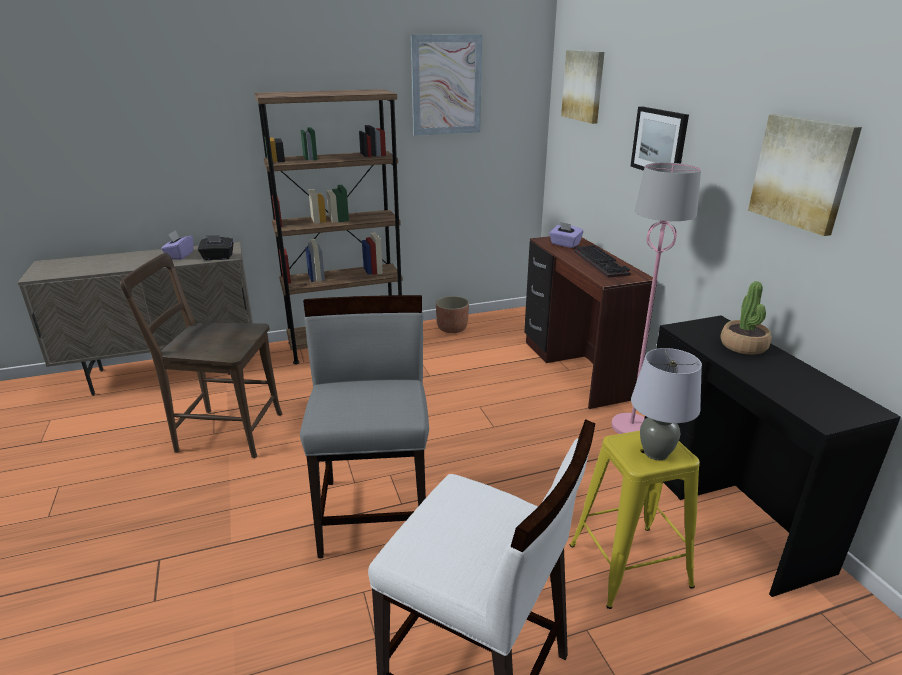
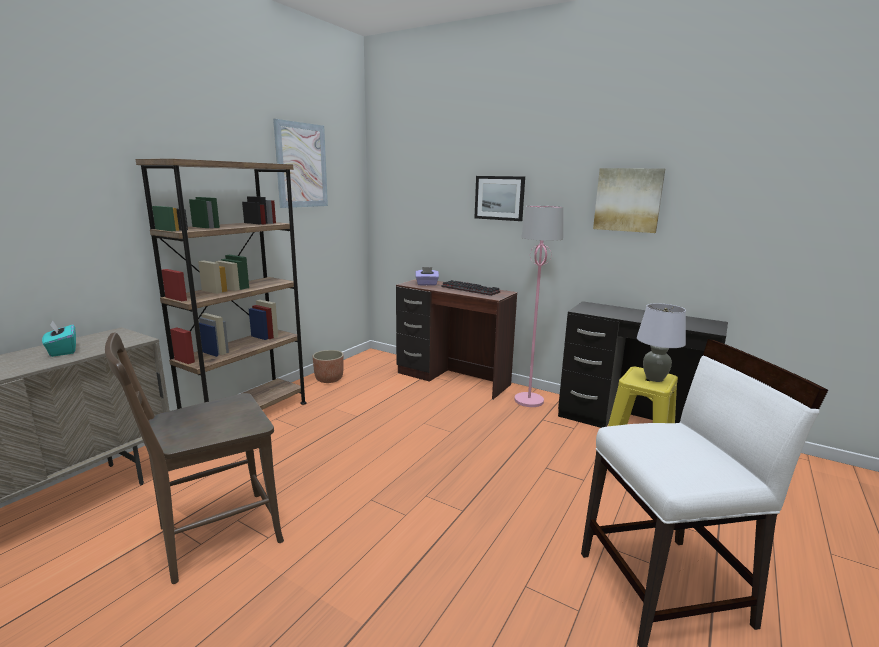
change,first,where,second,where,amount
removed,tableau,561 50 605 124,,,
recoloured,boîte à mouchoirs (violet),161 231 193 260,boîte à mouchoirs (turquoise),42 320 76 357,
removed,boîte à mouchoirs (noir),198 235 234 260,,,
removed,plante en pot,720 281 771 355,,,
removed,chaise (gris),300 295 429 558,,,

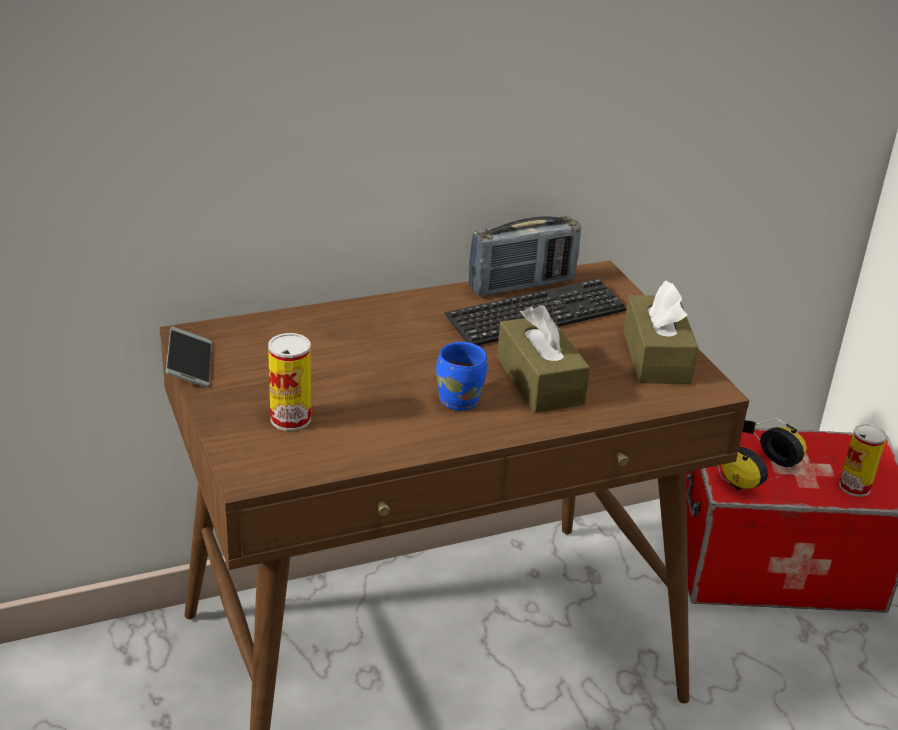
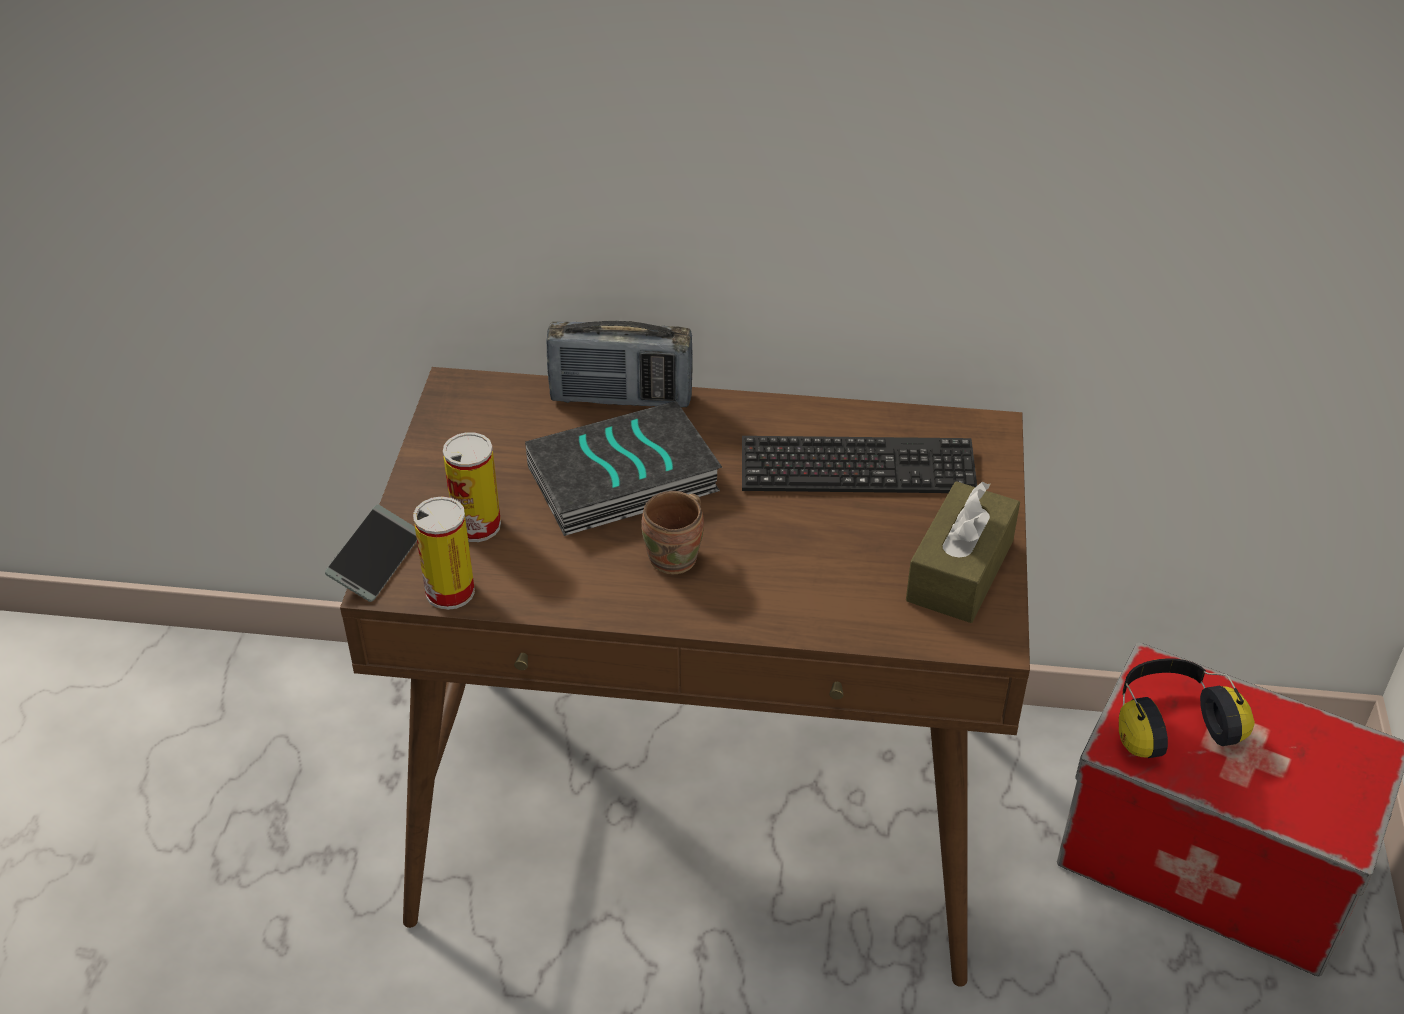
change,first,where,second,where,amount
moved,radio,469 216 581 296,,546 321 693 408,
removed,boîte à mouchoirs (marron),497 305 590 413,,,
moved,téléphone,166 327 211 387,,325 504 417 602,
recoloured,mug (bleu),436 342 487 411,mug (marron),641 491 704 574,
moved,boîte métallique,839 423 887 497,,413 496 475 610,
added,,,livre,525 401 722 536,

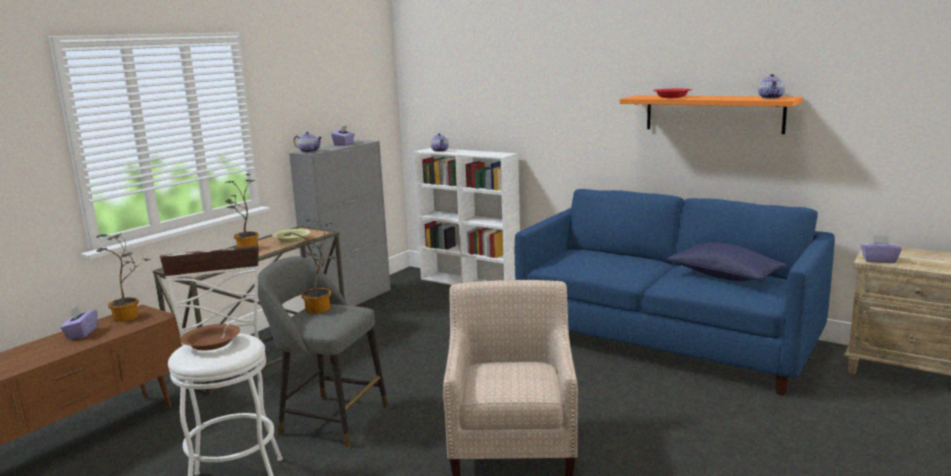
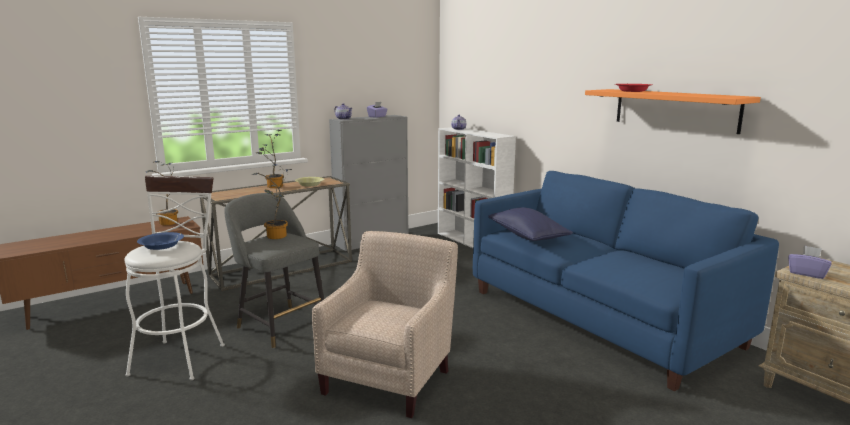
change,first,where,second,where,amount
removed,théière,758 74 785 99,,,
moved,coussin (bleu),667 243 787 281,,488 207 573 241,
removed,boîte à mouchoirs (violet),60 306 97 339,,,
recoloured,bol (marron),181 324 240 351,bol (bleu),137 232 184 250,

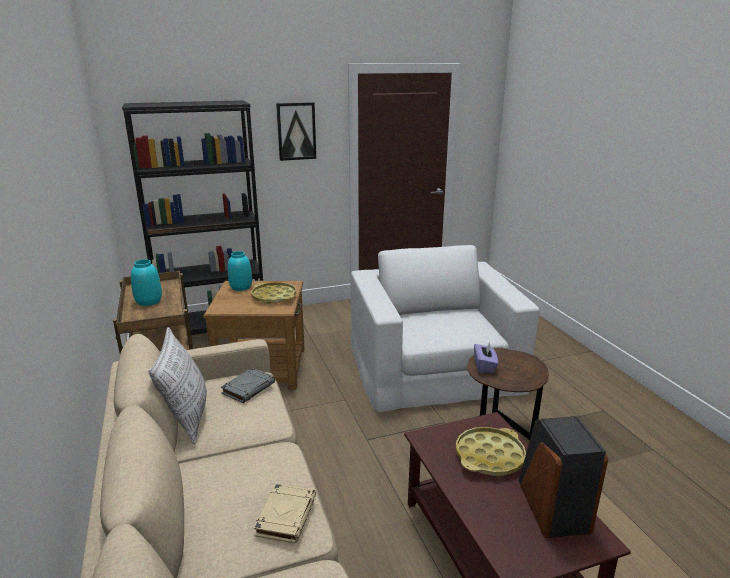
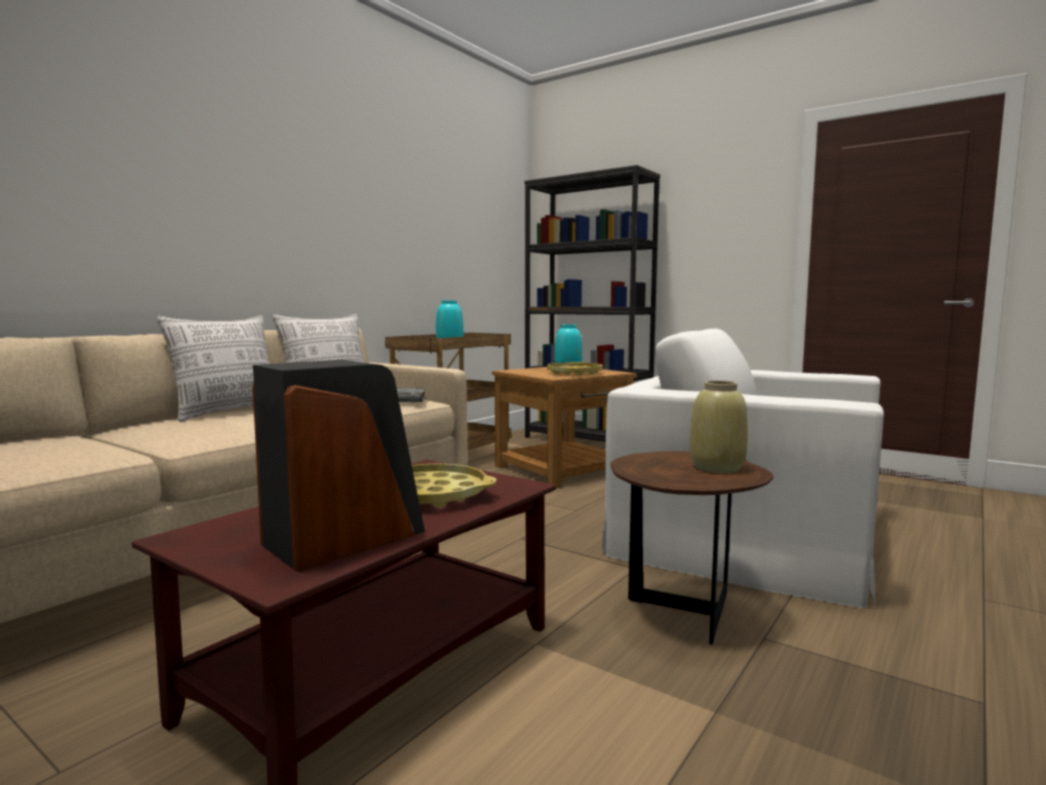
change,first,where,second,where,amount
removed,tableau,276 102 316 161,,,
turned,fauteuil (blanc),351 245 539 412,,602 328 884 609,105 degrees counterclockwise
removed,boîte à mouchoirs (violet),474 342 498 373,,,
removed,livre (beige),254 484 316 543,,,
added,,,coussin,157 315 270 422,
added,,,vase (beige),690 381 748 473,

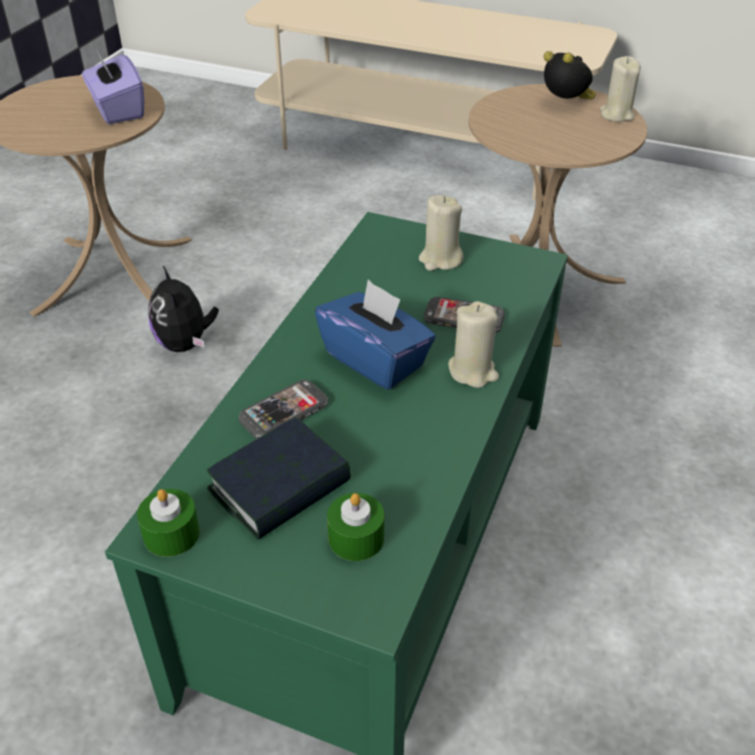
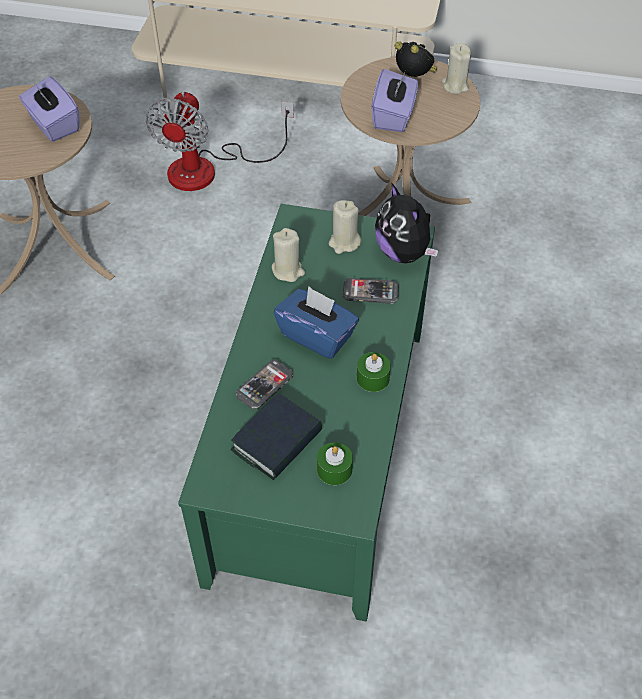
change,first,where,second,where,amount
moved,peluche,148 266 219 352,,375 182 438 263,
moved,bougie (beige),448 301 499 388,,272 228 305 282,
moved,bougie (vert),137 489 200 557,,357 352 391 392,
added,,,boîte à mouchoirs (violet),371 69 418 132,
added,,,ventilateur,146 91 294 191,

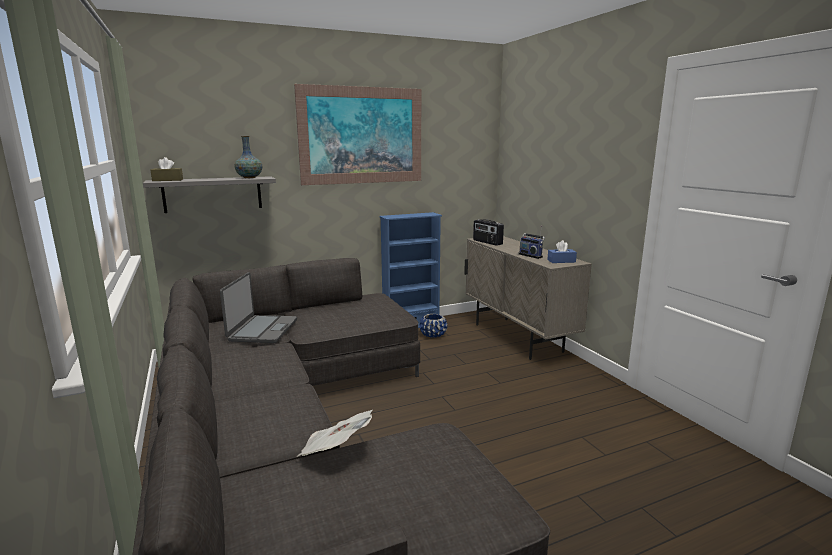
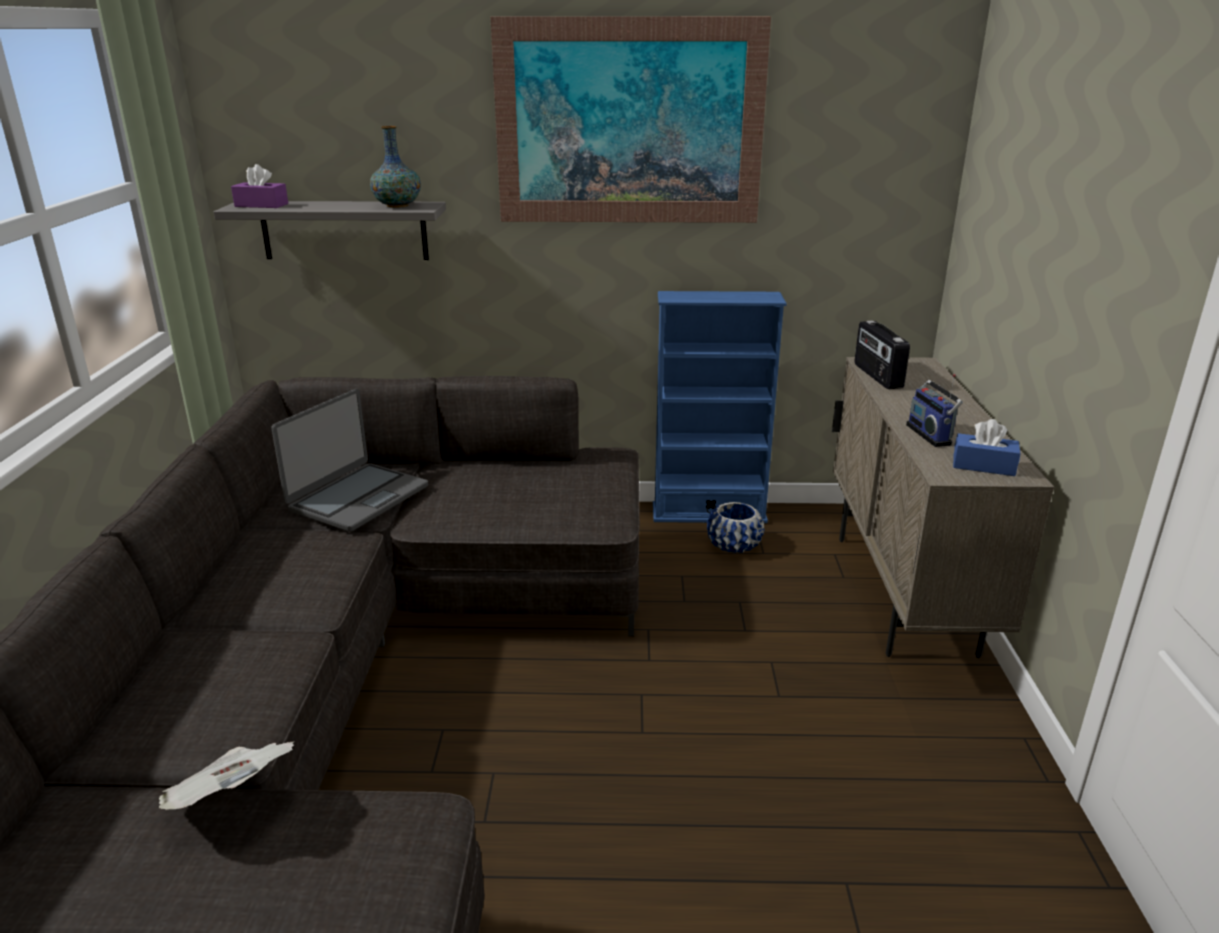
change,first,where,second,where,amount
recoloured,boîte à mouchoirs (marron),151 157 183 181,boîte à mouchoirs (violet),231 164 288 208,

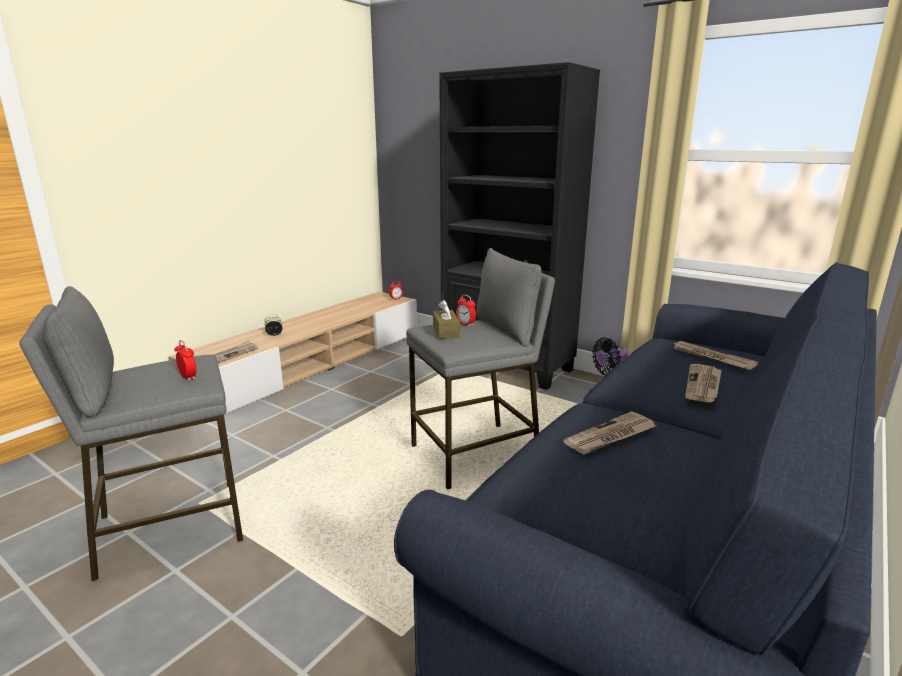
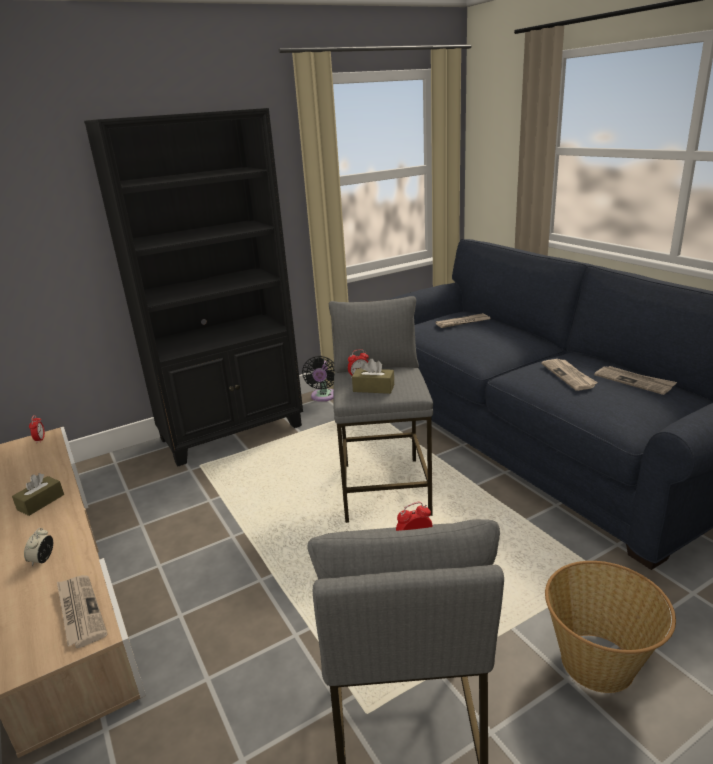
change,first,where,second,where,amount
moved,journal,685 364 722 403,,594 366 677 395,
added,,,boîte à mouchoirs (marron),12 473 64 516,
added,,,panier,545 561 676 693,

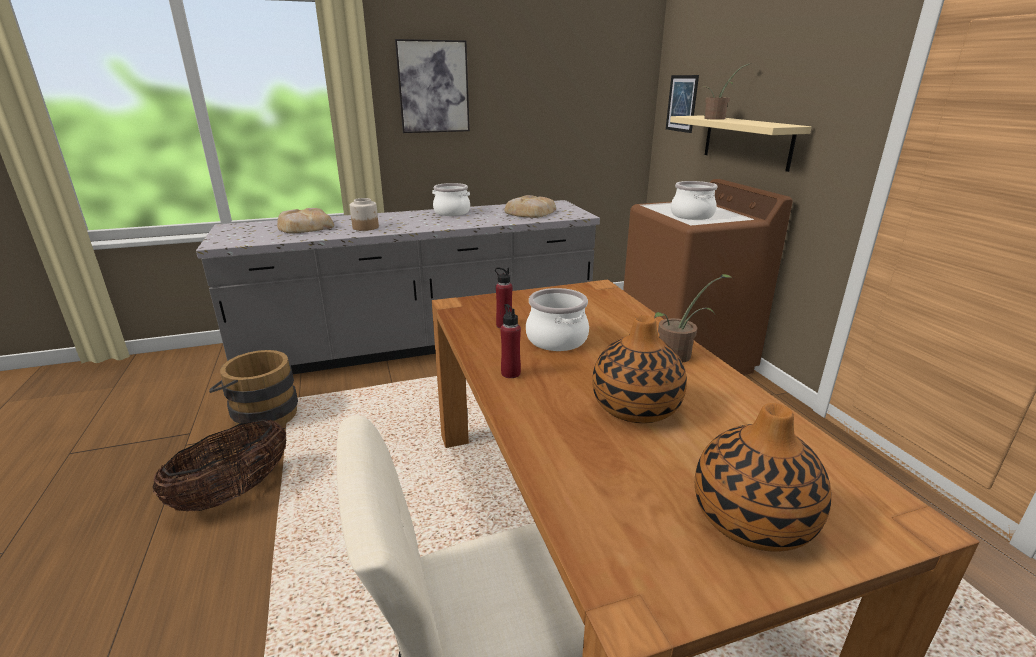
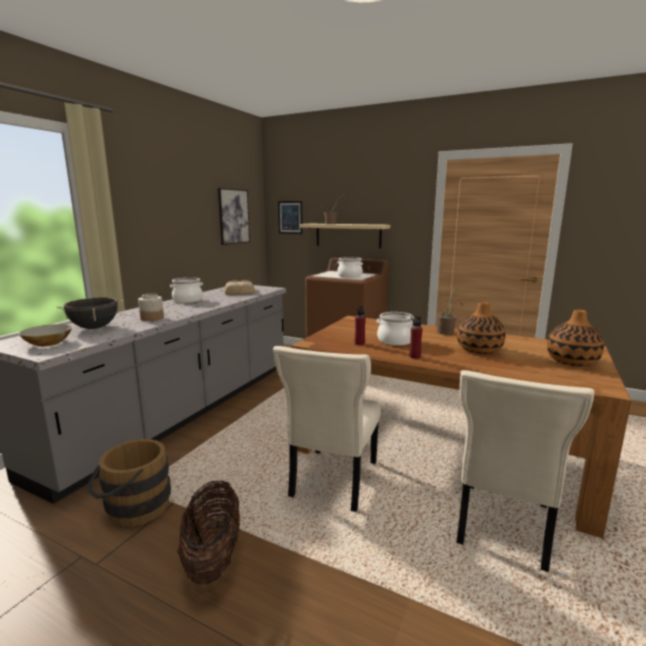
change,first,where,second,where,amount
moved,tableau,395 39 470 133,,218 188 250 245,
replaced,pain,277 208 334 233,marmite (noir),57 298 124 329,
added,,,bol,19 324 72 347,
added,,,chaise (beige),273 346 381 512,

